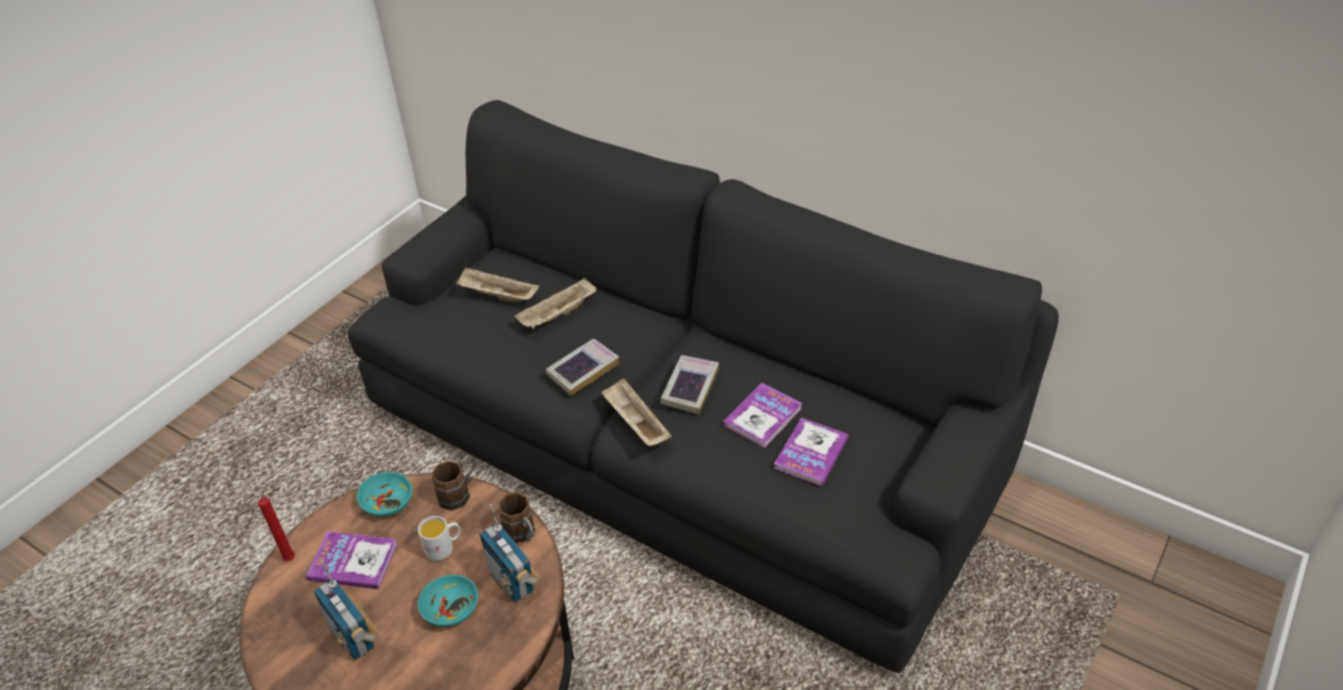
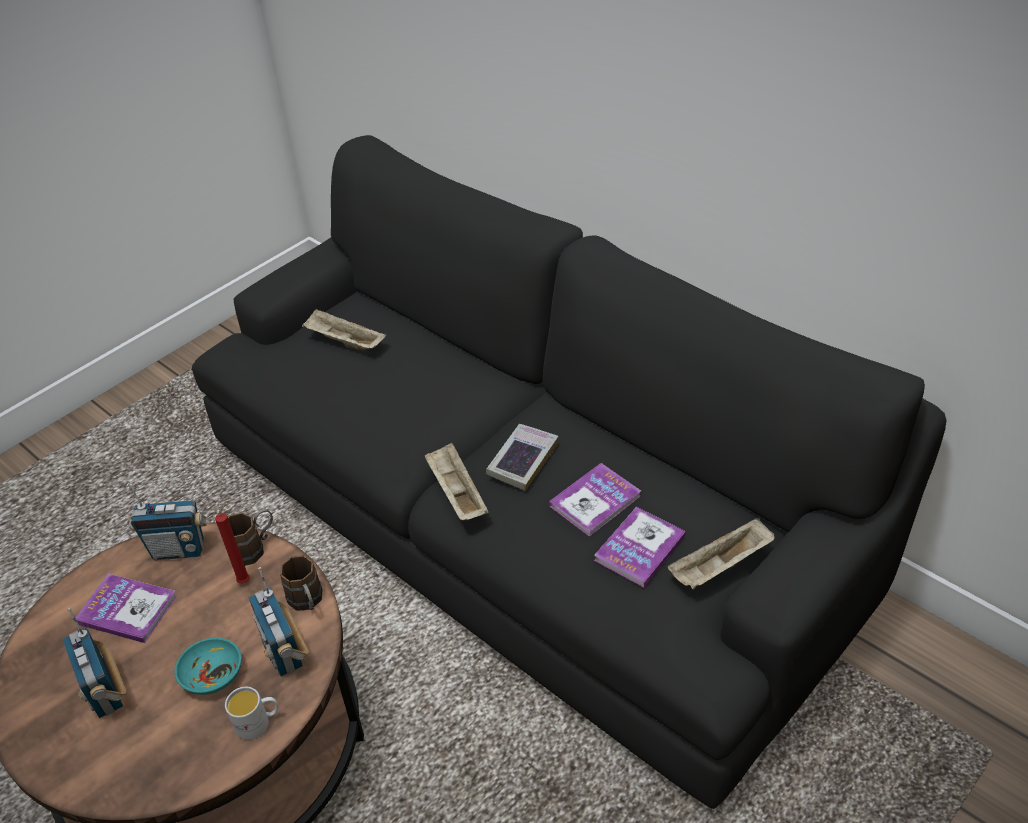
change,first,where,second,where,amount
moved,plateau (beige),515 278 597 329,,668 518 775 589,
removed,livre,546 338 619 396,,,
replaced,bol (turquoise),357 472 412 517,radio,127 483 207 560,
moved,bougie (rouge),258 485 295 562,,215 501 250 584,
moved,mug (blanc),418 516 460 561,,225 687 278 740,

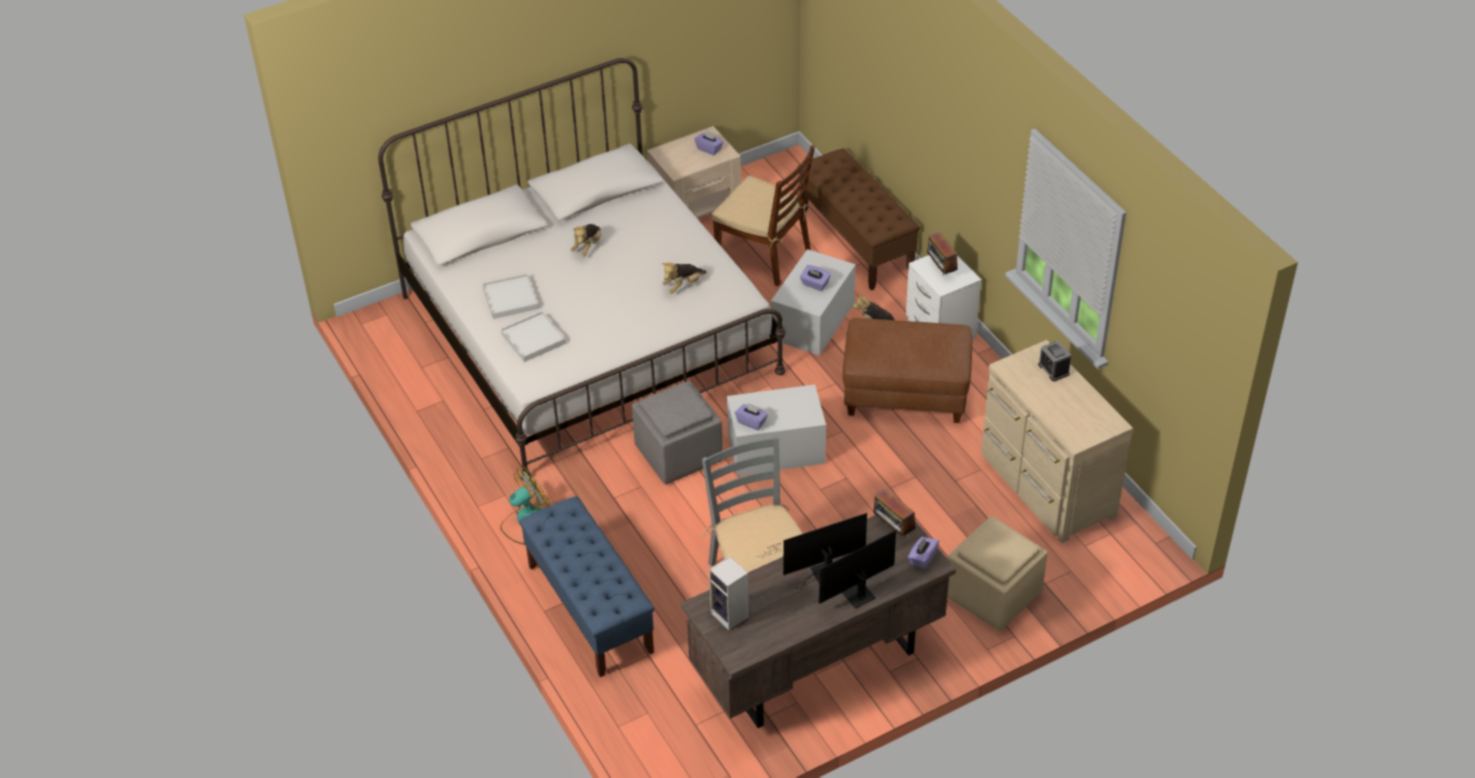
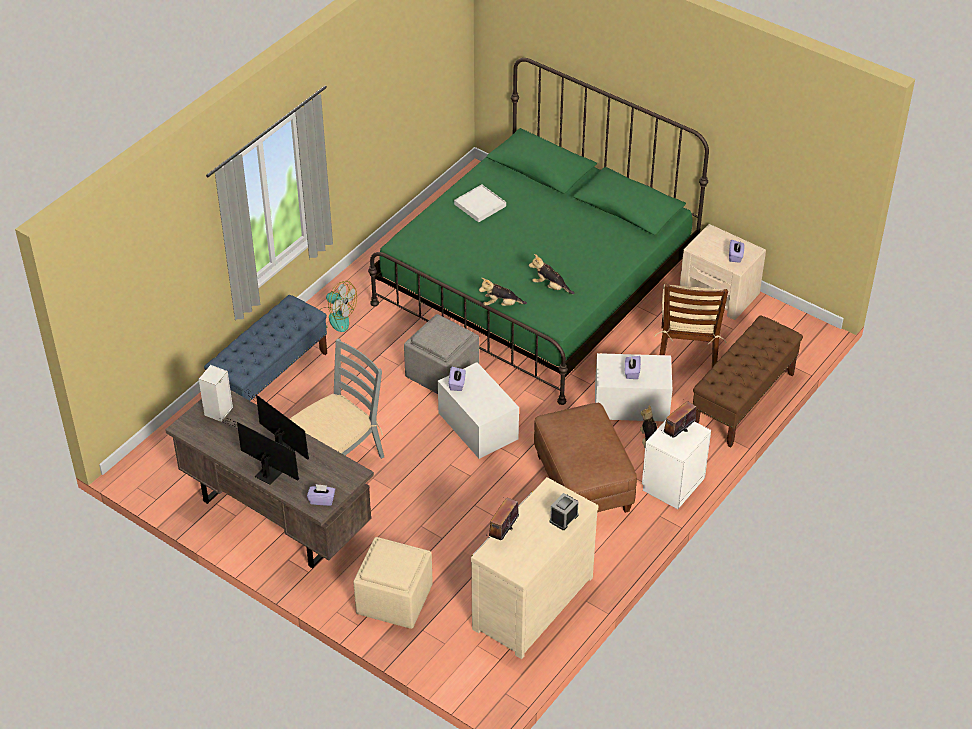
change,first,where,second,where,amount
recoloured,lit (blanc),378 58 786 481,lit (vert),368 58 709 405,
moved,peluche,571 224 601 257,,479 278 527 306,
removed,plateau (blanc),501 311 566 362,,,
moved,radio,873 488 916 539,,489 497 519 540,

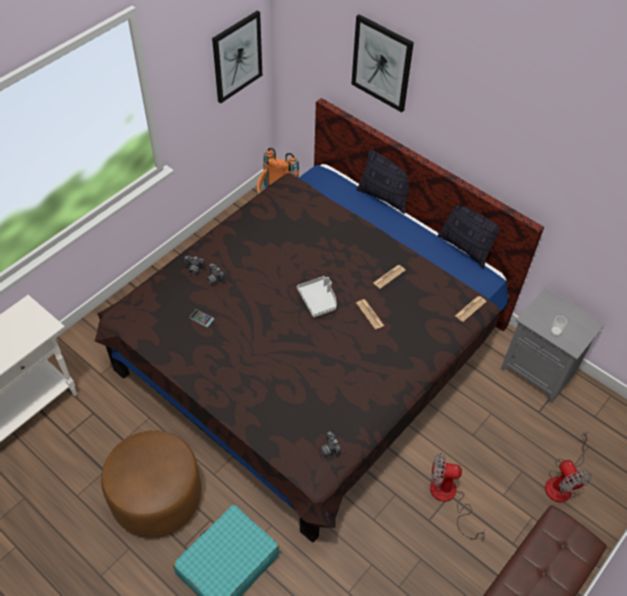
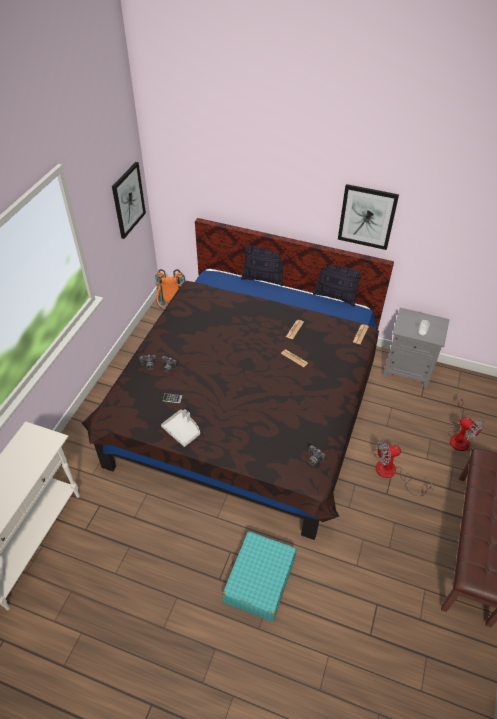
change,first,where,second,where,amount
moved,tableau,351 14 414 112,,338 184 399 250,
moved,plateau (gris),297 276 336 318,,161 409 200 447,
removed,pouf (marron),101 430 202 538,,,

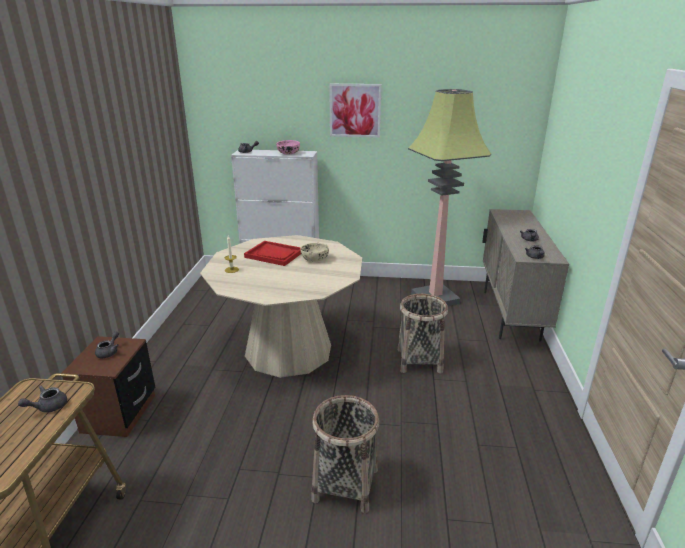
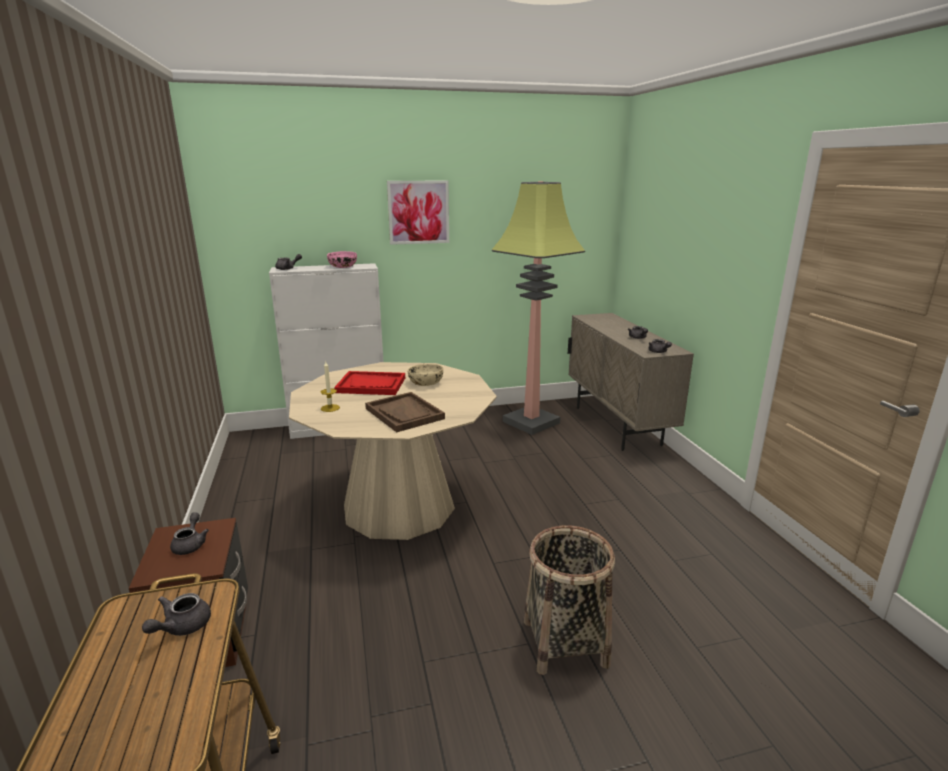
change,first,where,second,where,amount
removed,panier,398 294 448 373,,,
added,,,plateau (marron),365 392 445 432,

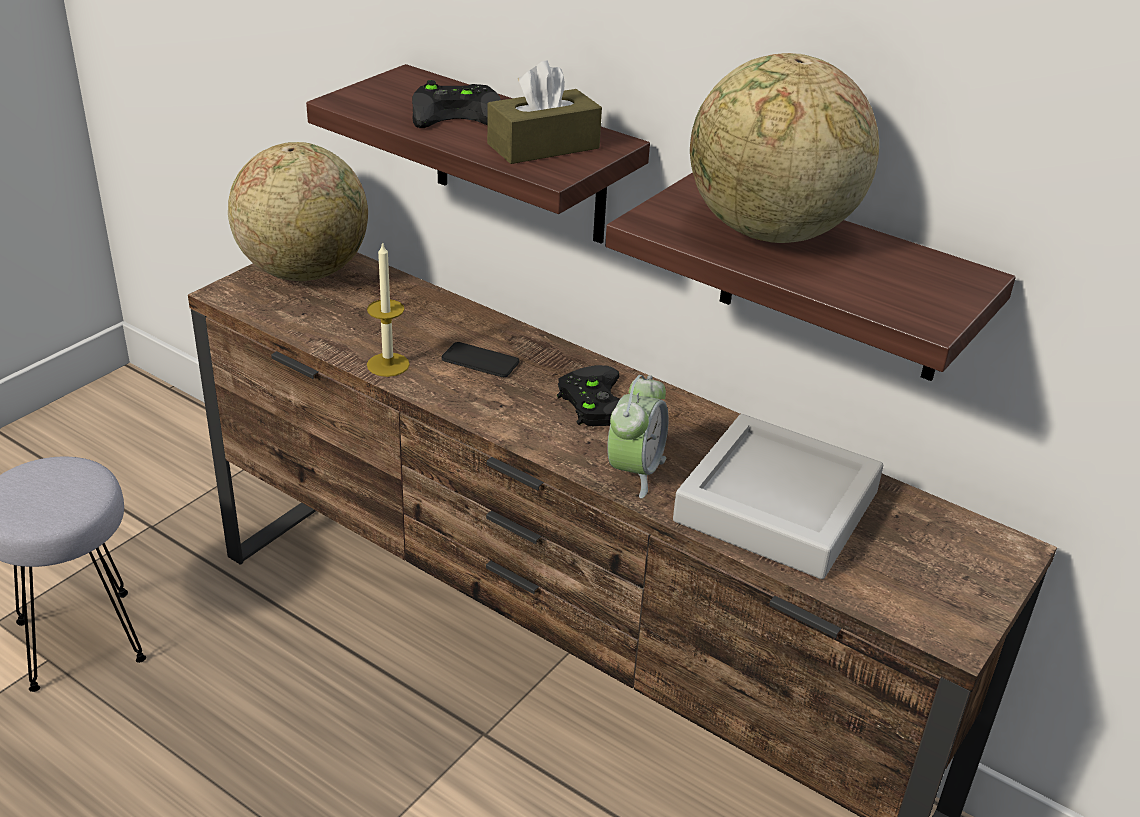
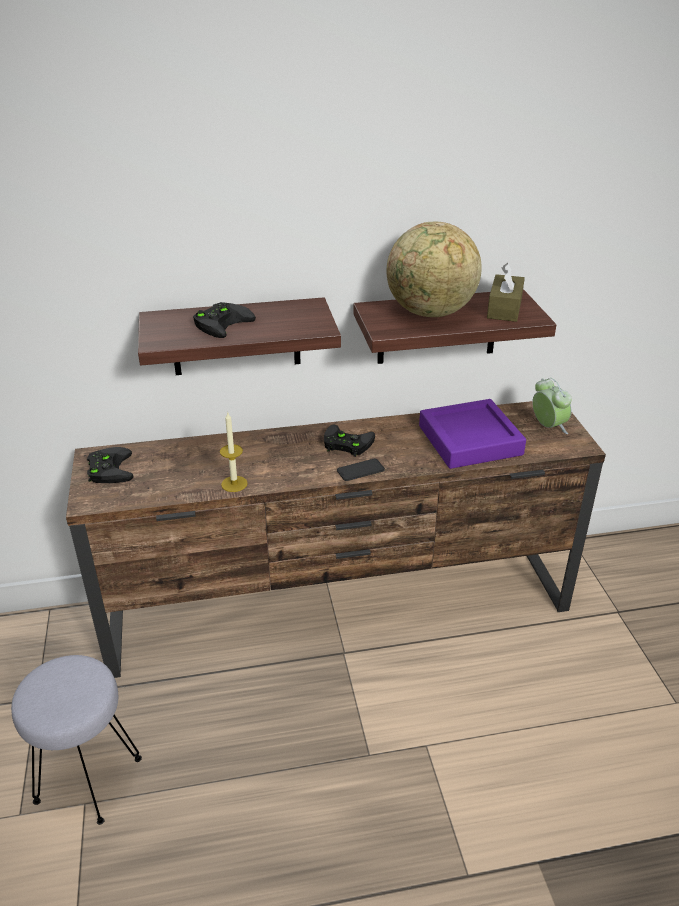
change,first,where,second,where,amount
moved,boîte à mouchoirs (marron),487 61 602 164,,487 263 525 322,
replaced,globe,228 142 368 281,manette (noir),87 447 134 483,
moved,téléphone,442 342 520 377,,337 459 385 481,
moved,réveil,607 375 669 499,,532 378 572 434,
recoloured,plateau (gris),673 414 883 579,plateau (violet),419 399 526 469,

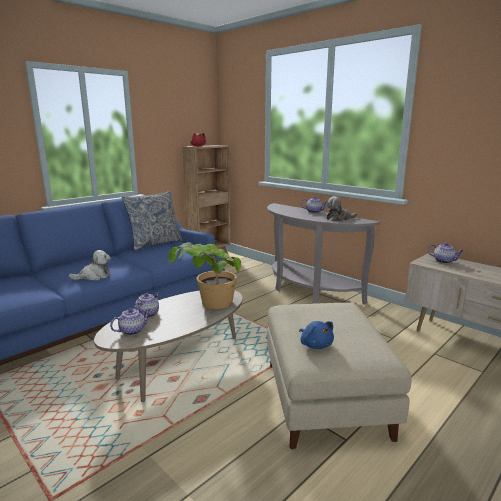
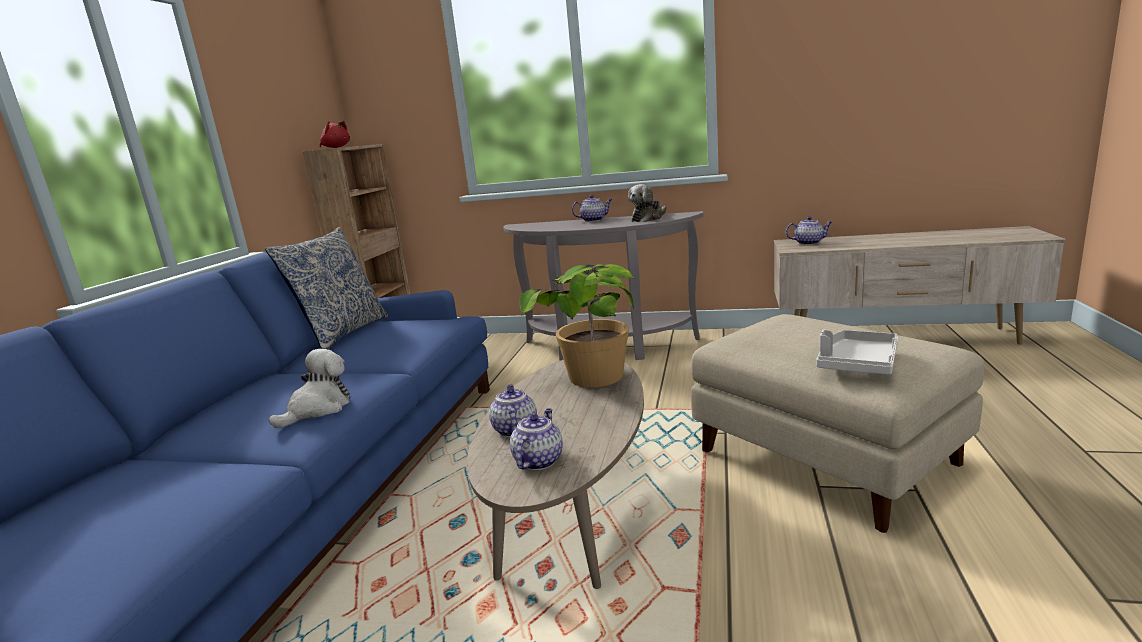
change,first,where,second,where,amount
replaced,peluche (bleu),299 321 334 349,plateau (gris),816 330 898 375,

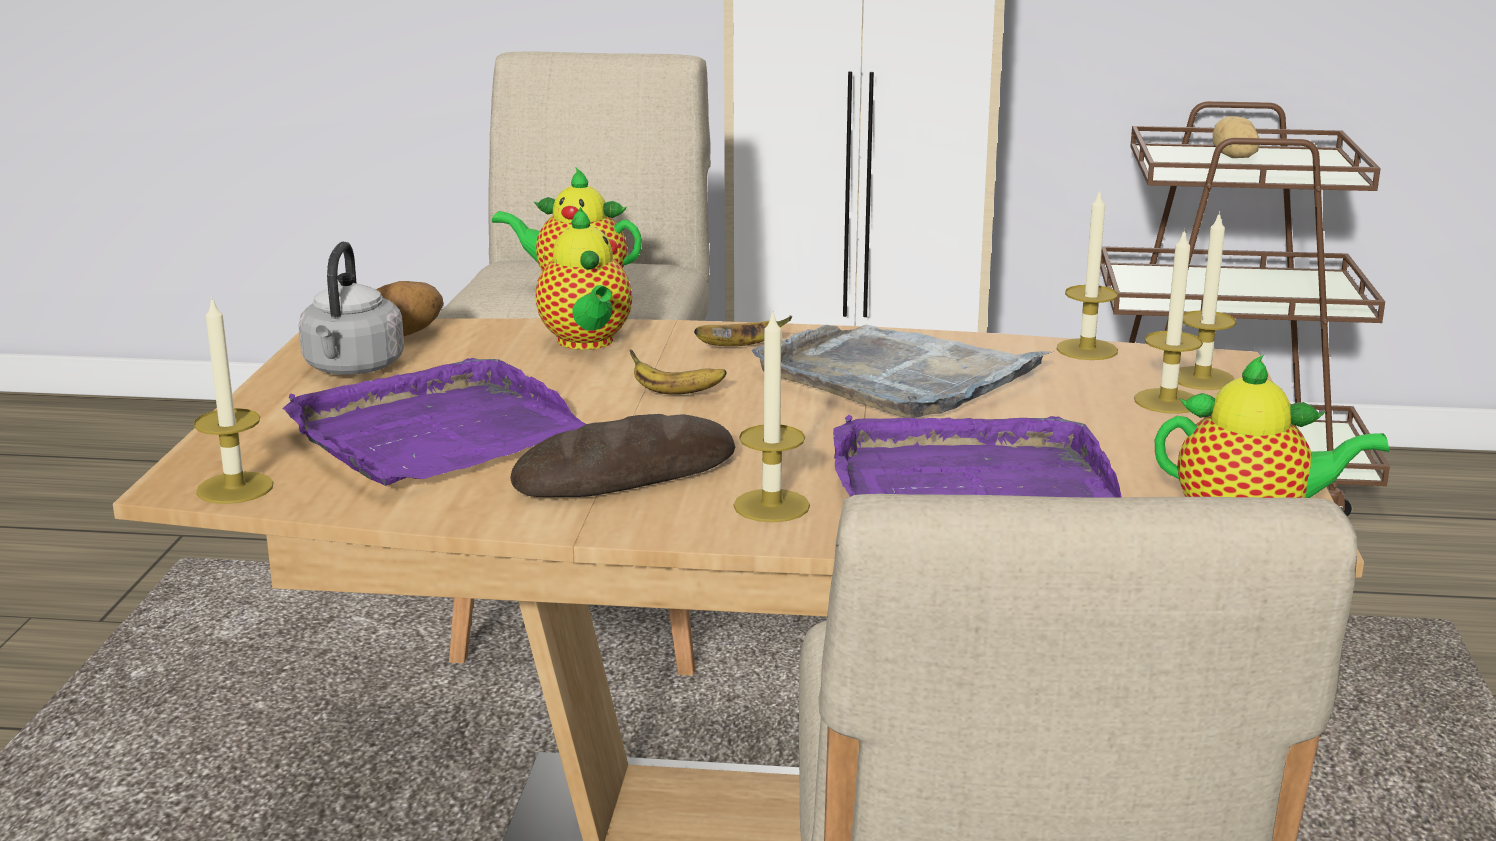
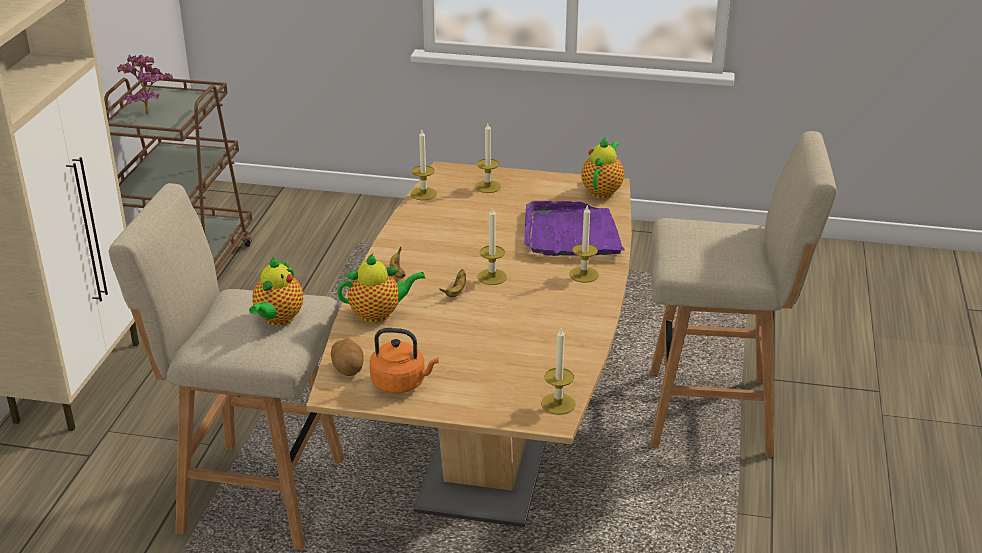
change,first,where,second,where,amount
replaced,pomme de terre,1213 116 1260 158,plante en pot,117 55 174 114,
moved,bougie,1178 211 1236 390,,477 207 507 285,
recoloured,bouilloire (gris),299 242 404 375,bouilloire (orange),370 328 439 394,
removed,plateau (gris),752 325 1052 418,,,
removed,plateau (violet),283 358 586 486,,,
removed,pain,510 414 735 497,,,

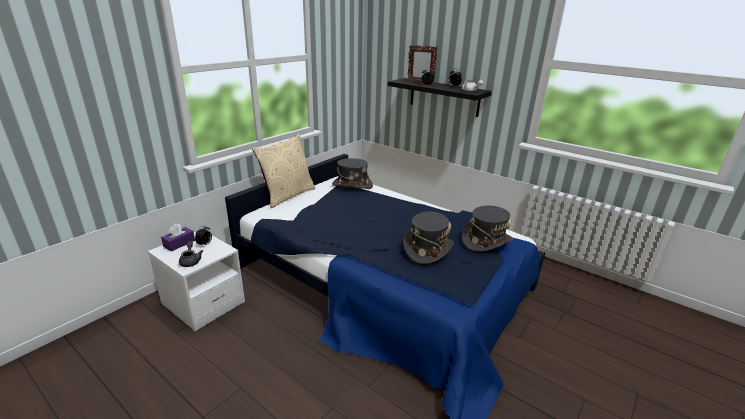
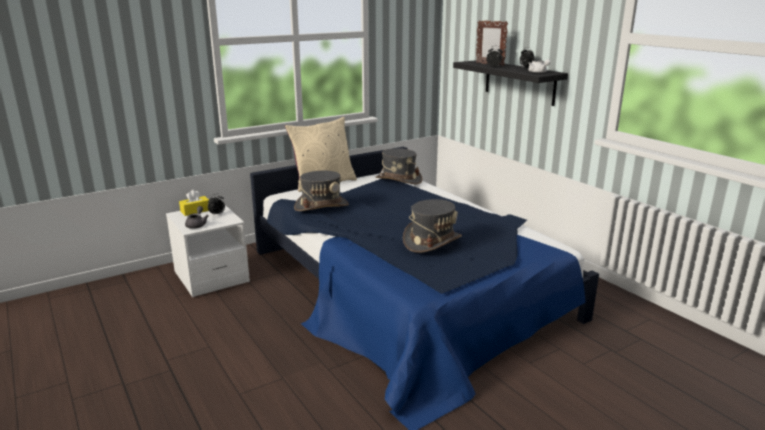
change,first,where,second,where,amount
moved,chapeau (gris),462 205 513 251,,294 171 349 211,
recoloured,boîte à mouchoirs (violet),161 223 195 252,boîte à mouchoirs (jaune),179 189 209 216,

